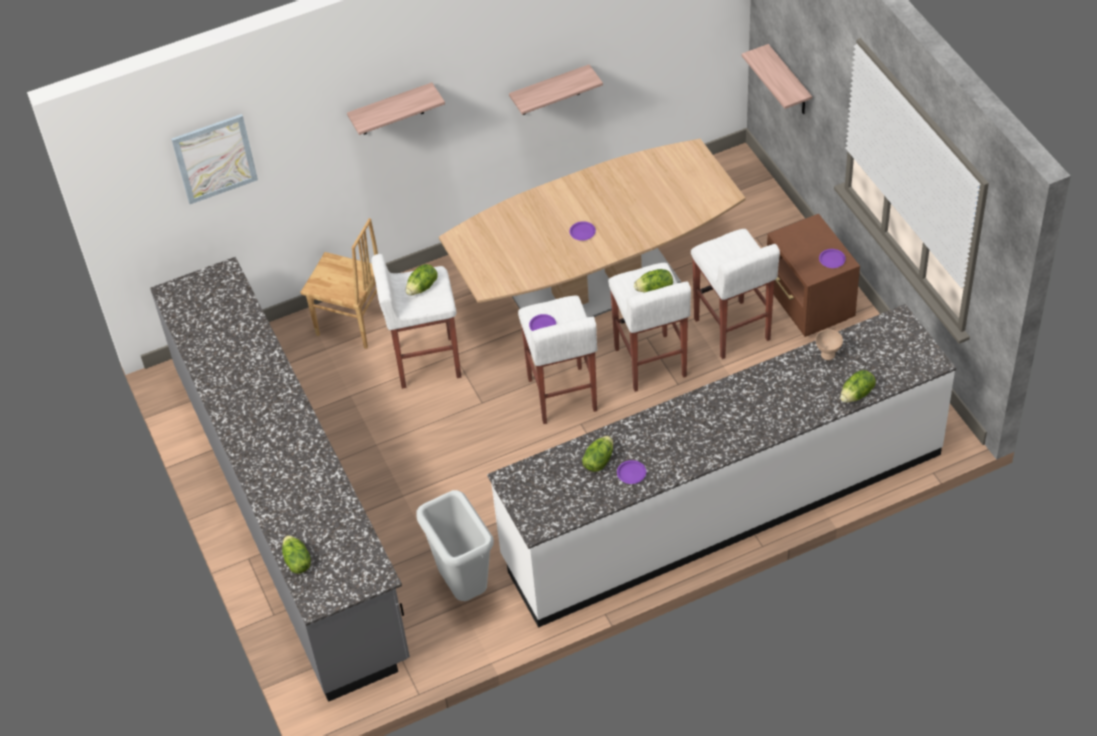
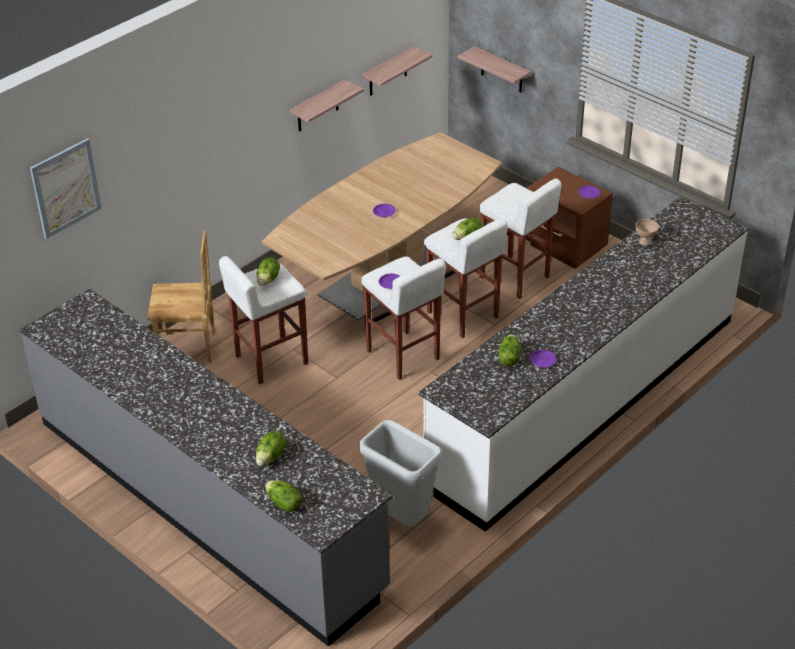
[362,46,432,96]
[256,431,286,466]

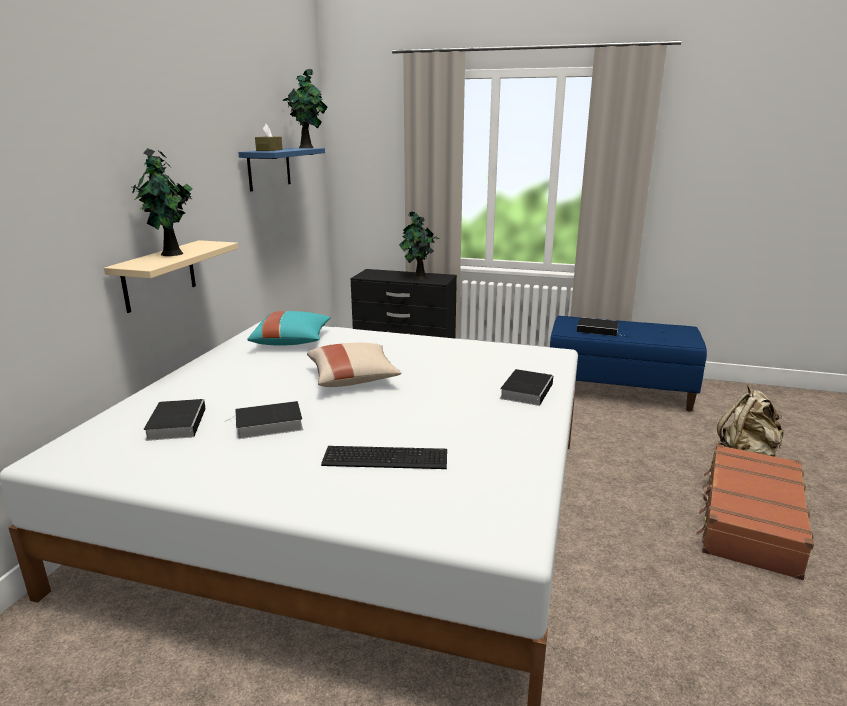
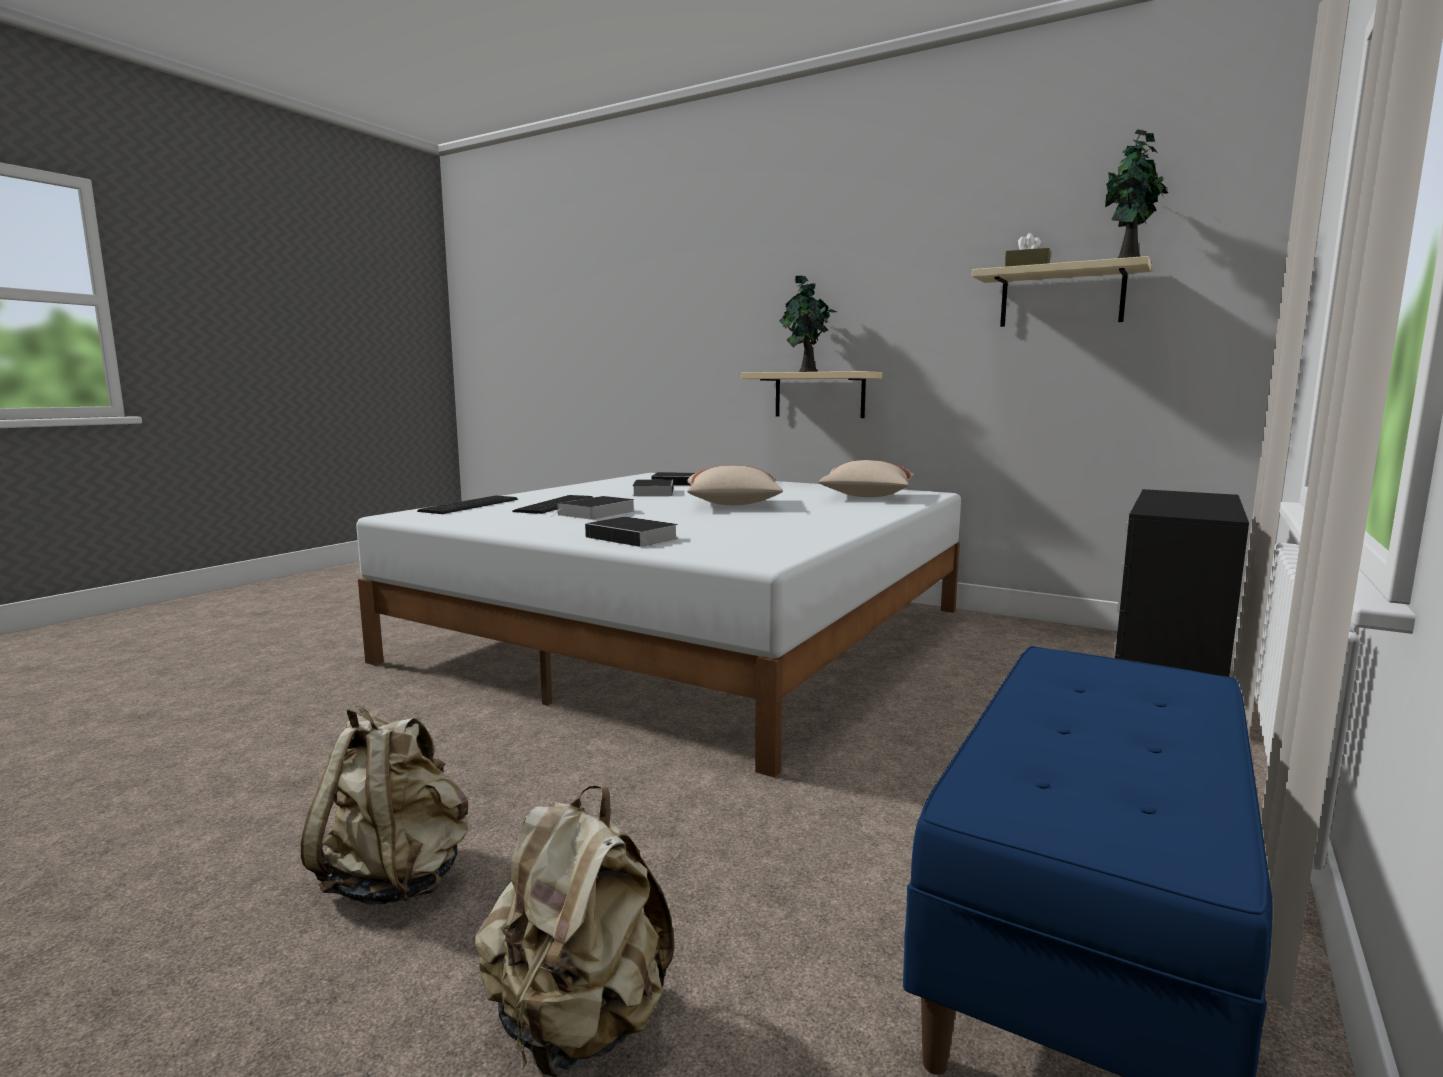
[399,212,440,280] (first image)
[417,496,518,514]
[552,496,635,520]
[301,705,468,905]
[972,256,1152,327]
[819,460,914,497]

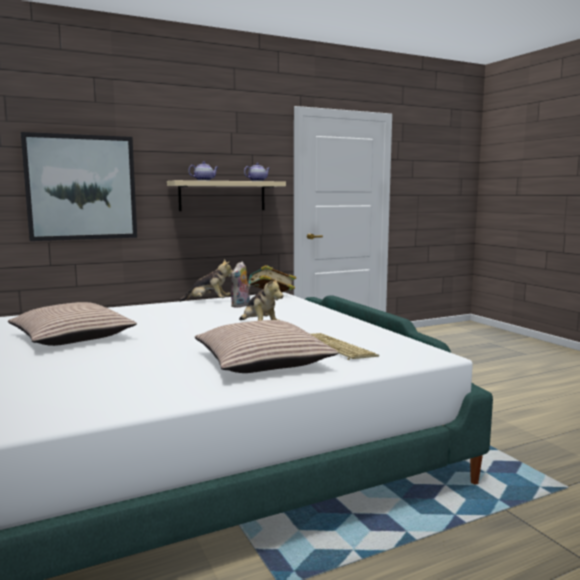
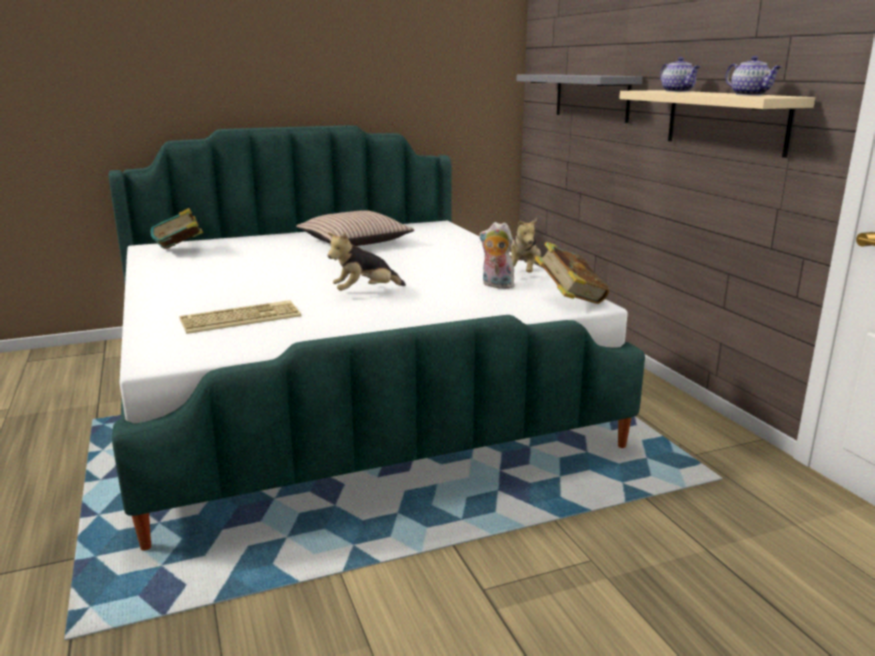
[195,320,338,373] (first image)
[151,208,203,249]
[516,74,643,123]

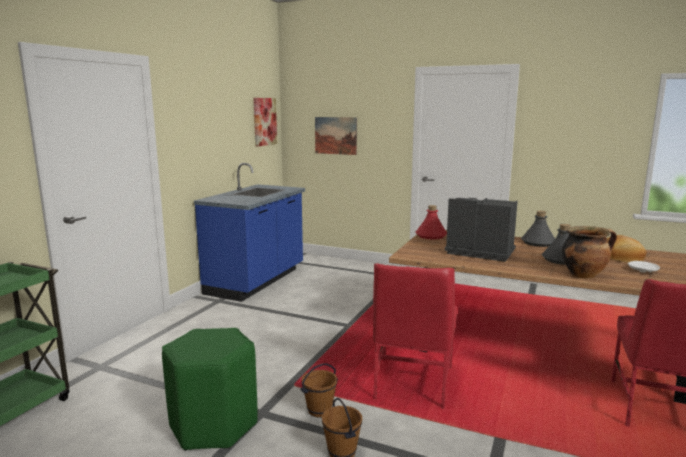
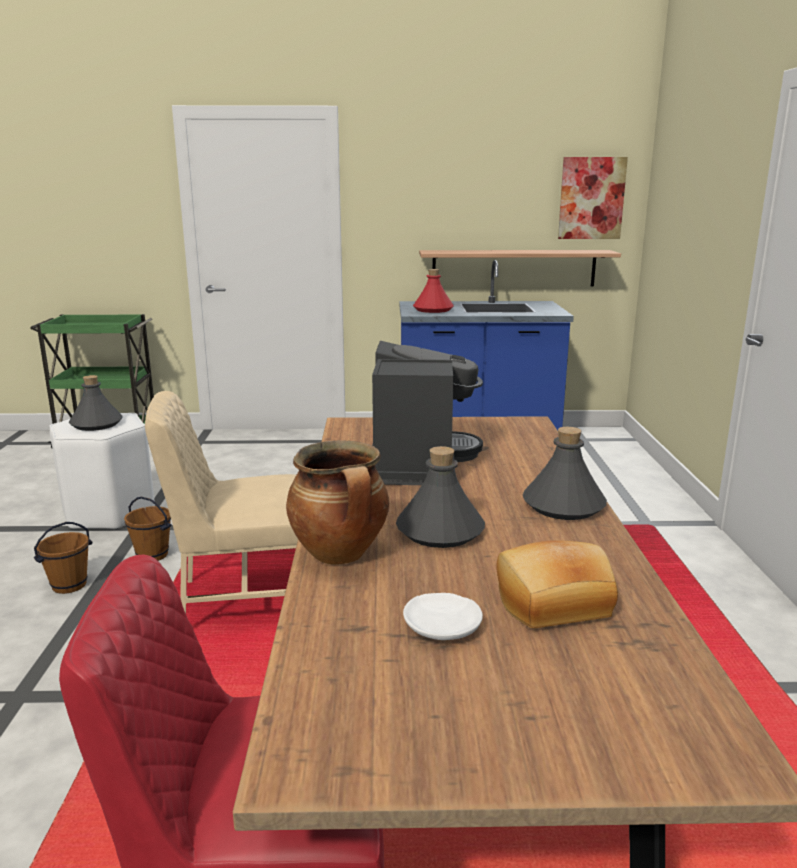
[315,117,357,155] (first image)
[69,375,123,431]
[419,250,621,286]
[413,269,454,313]
[50,413,155,530]
[145,391,298,613]

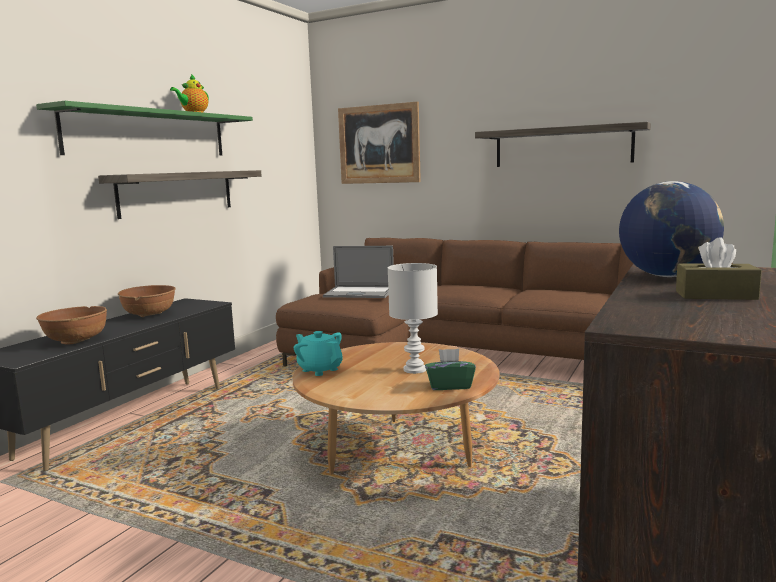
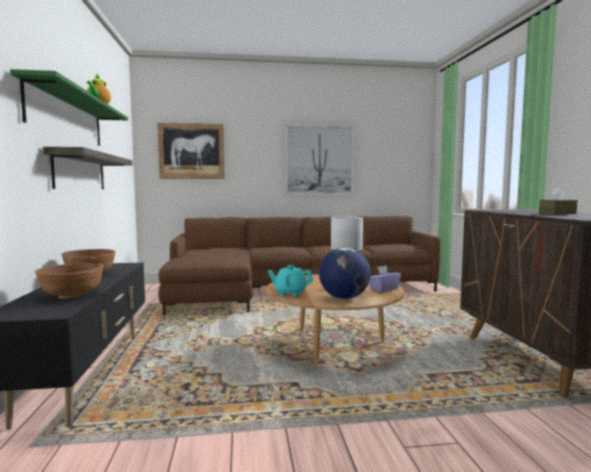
[323,246,394,298] (first image)
[319,248,371,299]
[286,124,354,194]
[369,265,401,292]

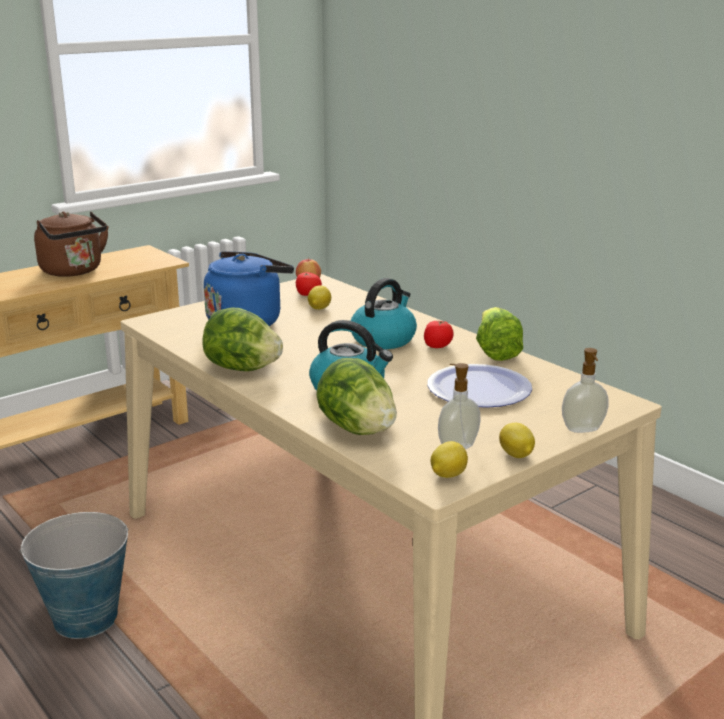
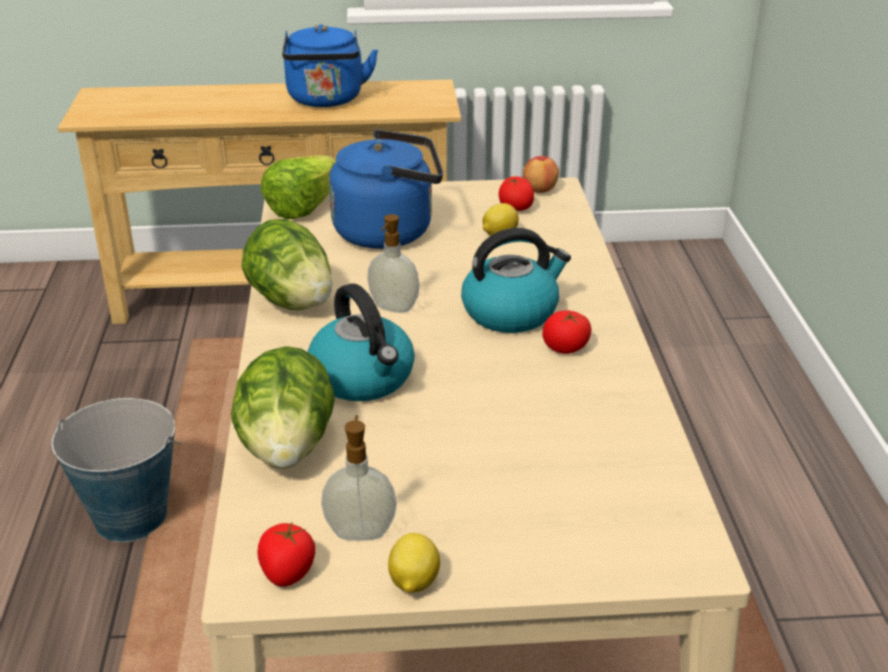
[427,364,532,408] (first image)
[261,155,336,219]
[367,214,420,313]
[257,521,315,587]
[282,24,378,107]

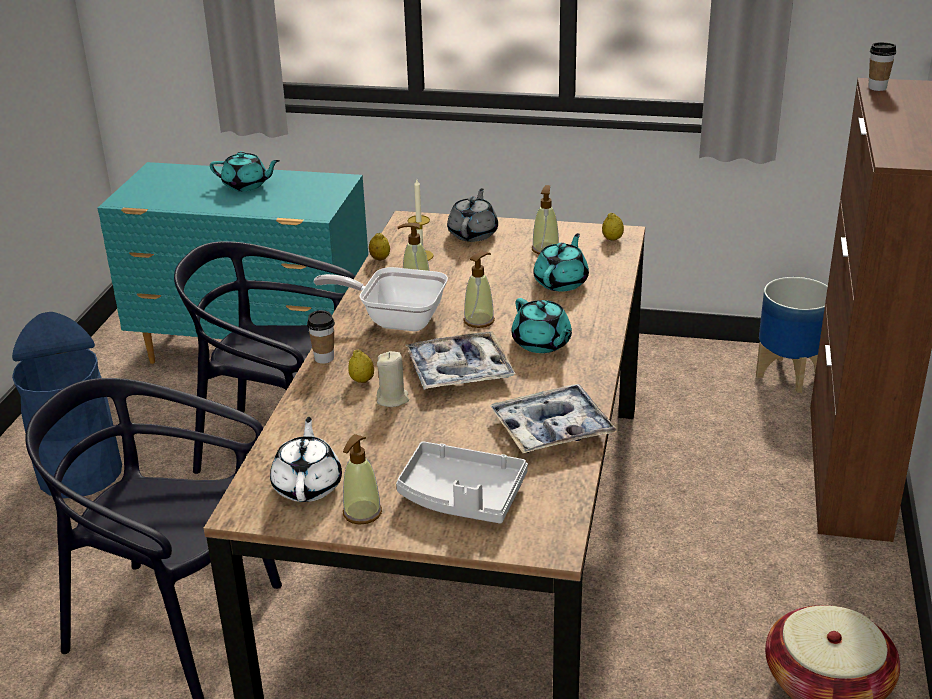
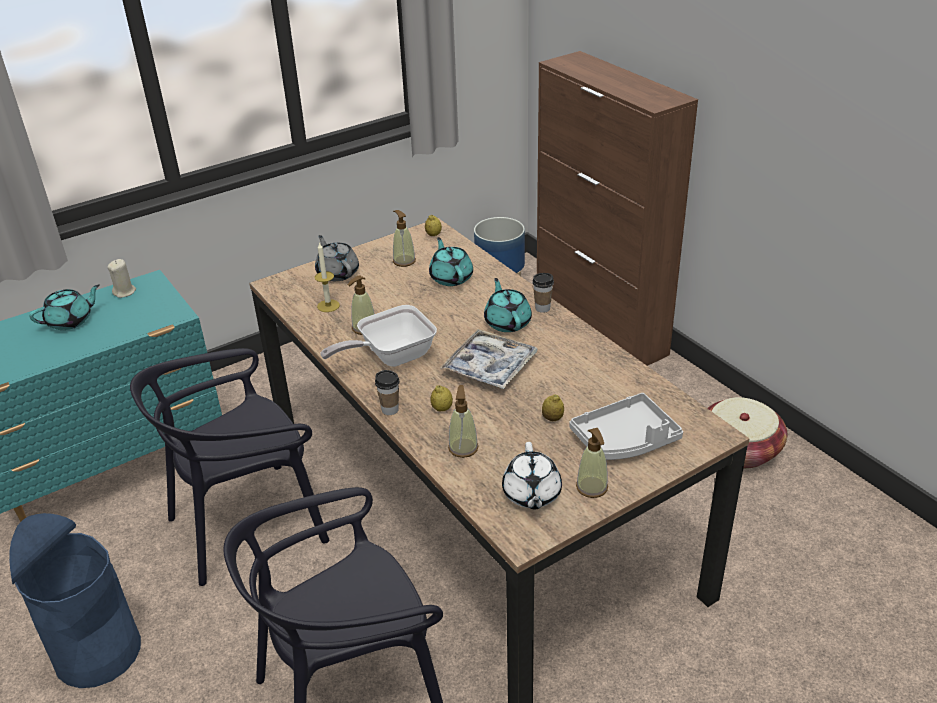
[490,384,618,453] (first image)
[542,394,564,421]
[108,259,136,298]
[448,385,479,458]
[533,273,554,313]
[502,442,562,510]
[484,278,532,332]

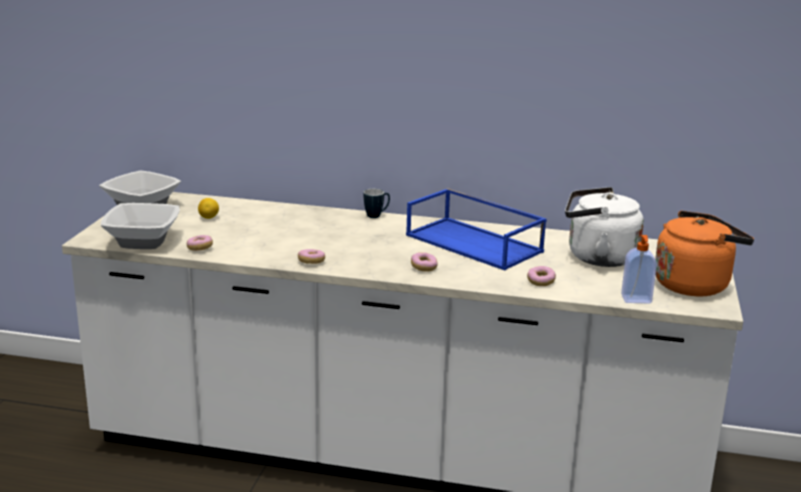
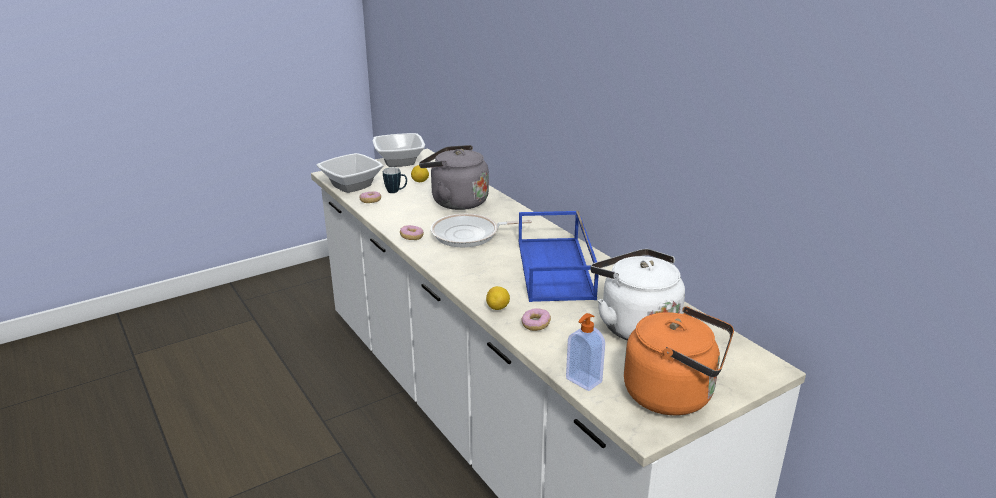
[411,252,438,272] (first image)
[419,145,489,210]
[431,214,532,248]
[486,286,510,310]
[383,168,407,193]

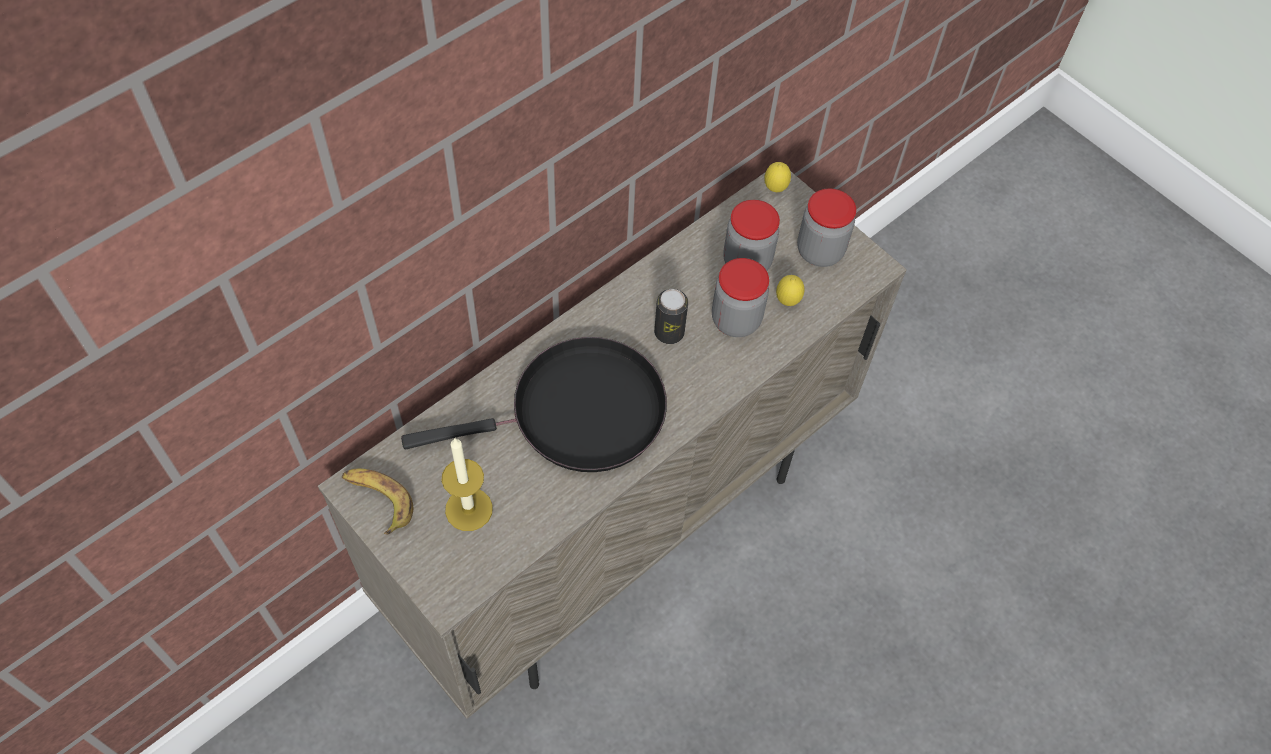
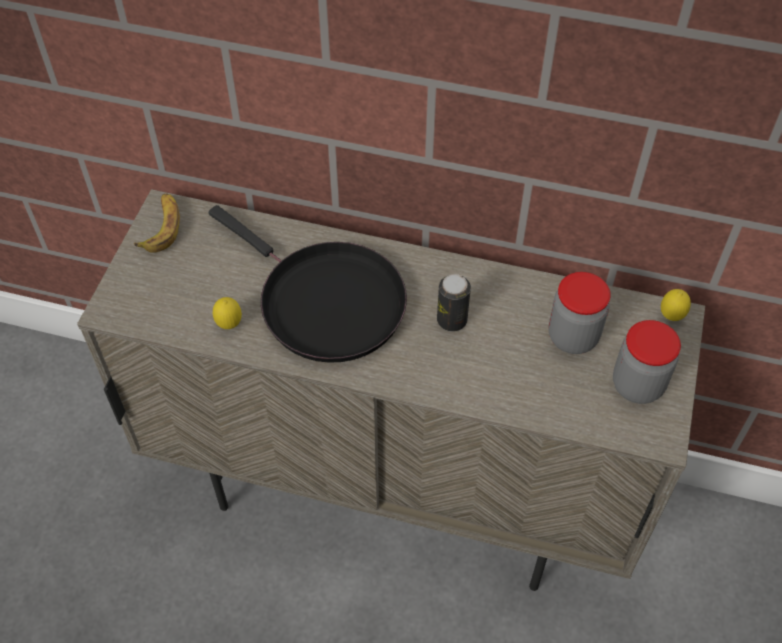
[442,438,493,531] (first image)
[712,258,769,337] (first image)
[213,297,242,329]

